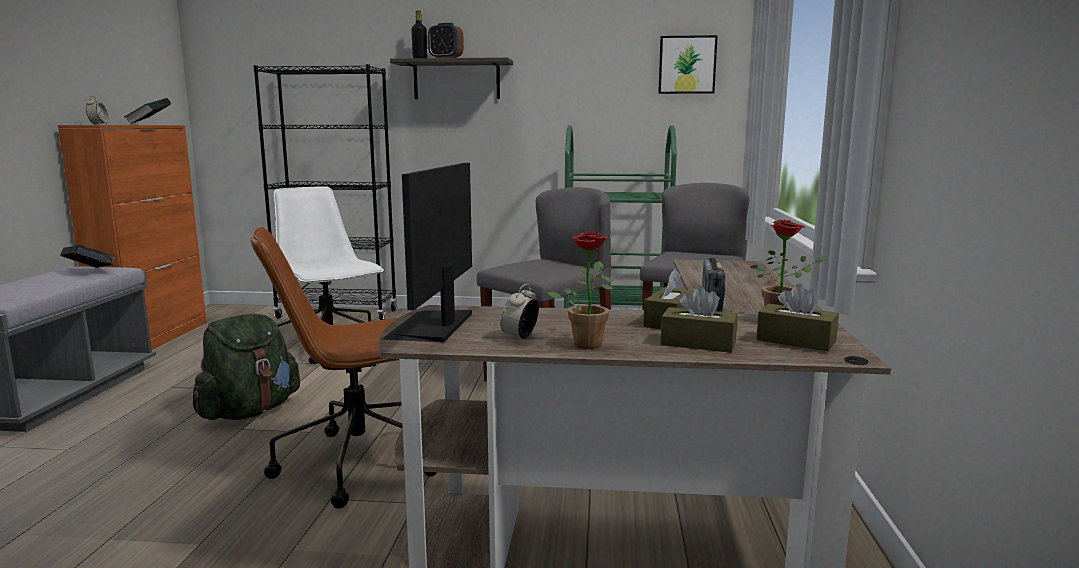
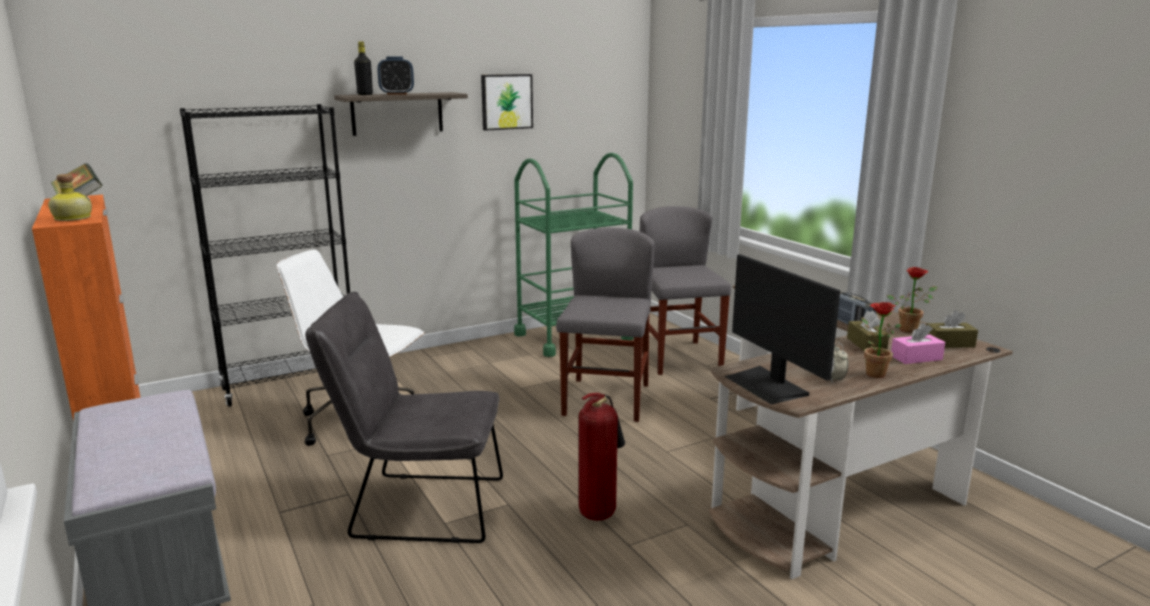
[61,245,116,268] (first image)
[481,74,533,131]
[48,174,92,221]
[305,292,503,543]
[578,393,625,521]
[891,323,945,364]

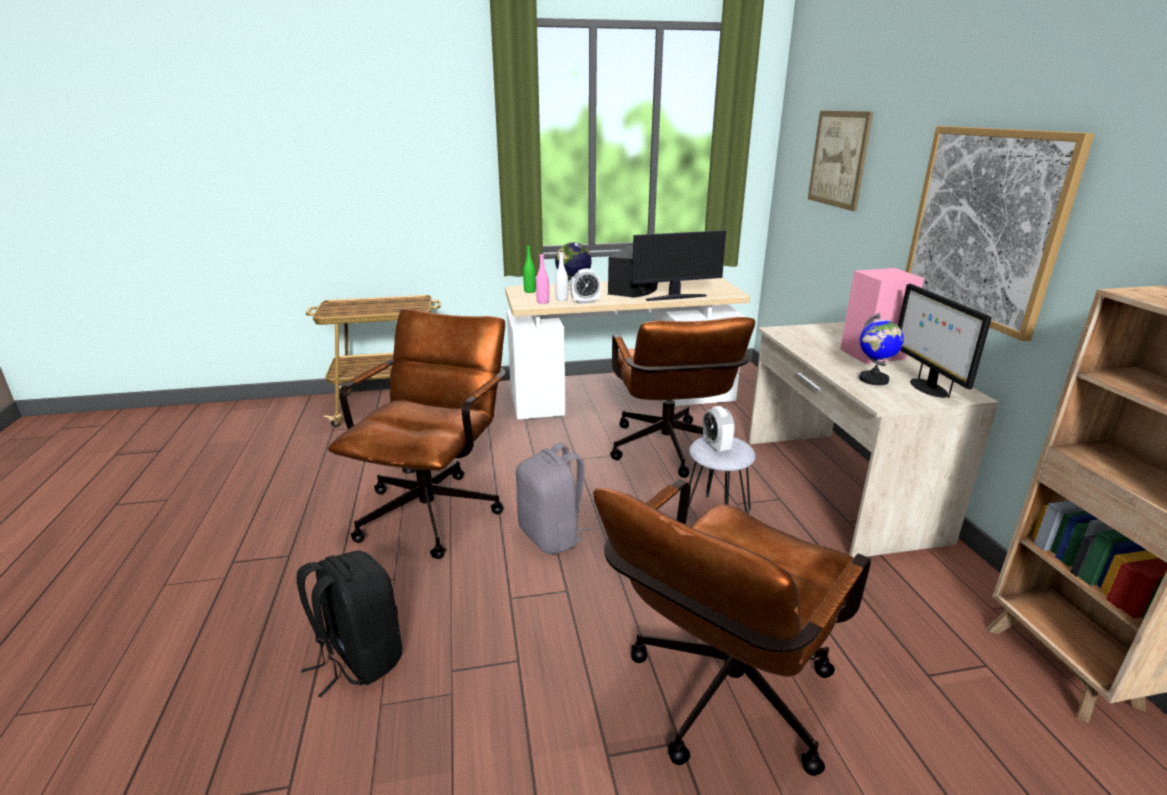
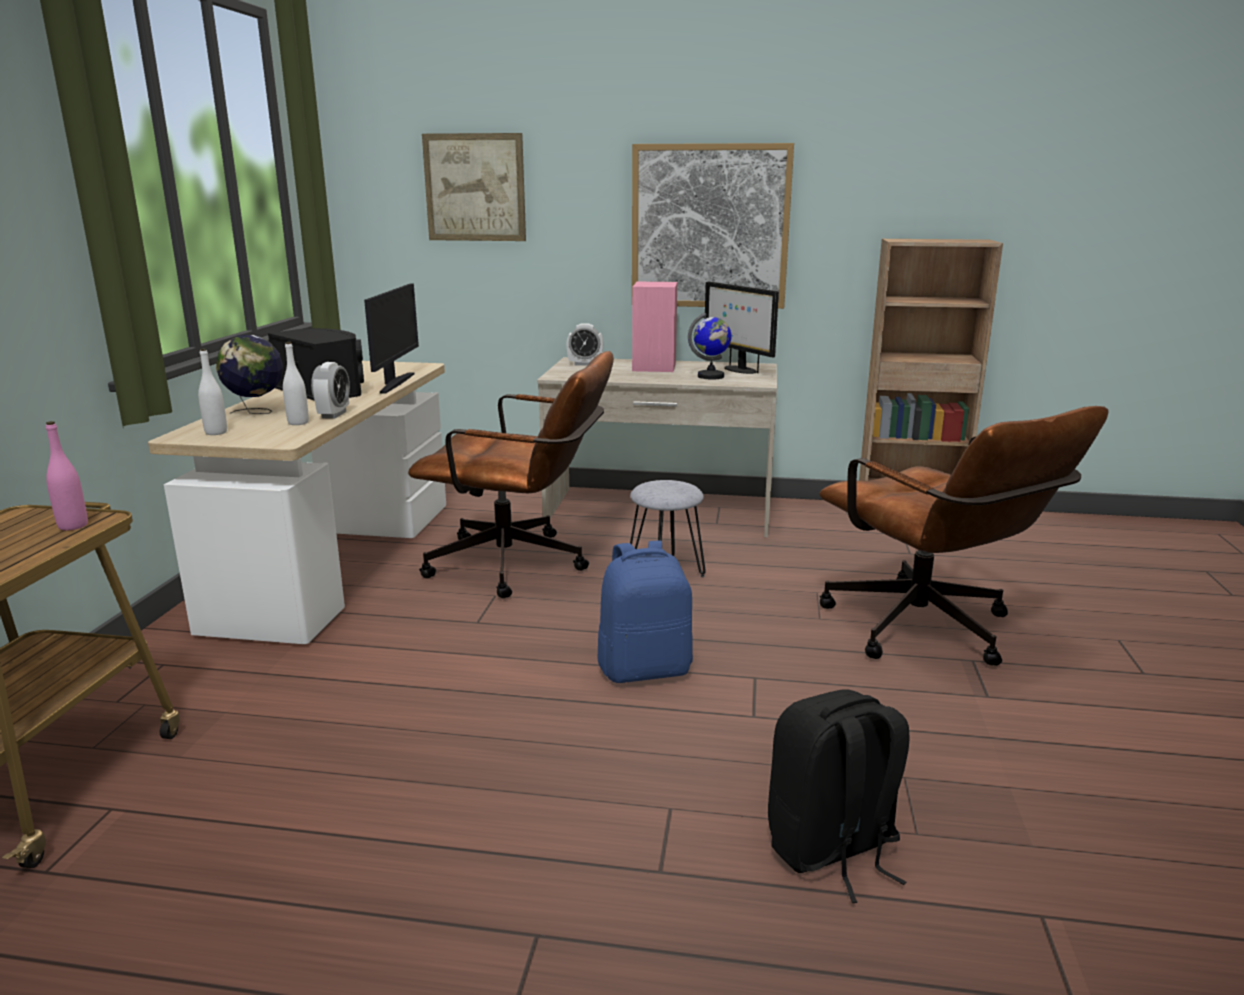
[328,309,505,559] (first image)
[46,421,88,530]
[567,323,603,366]
[597,540,693,683]
[198,348,227,435]
[705,282,779,374]

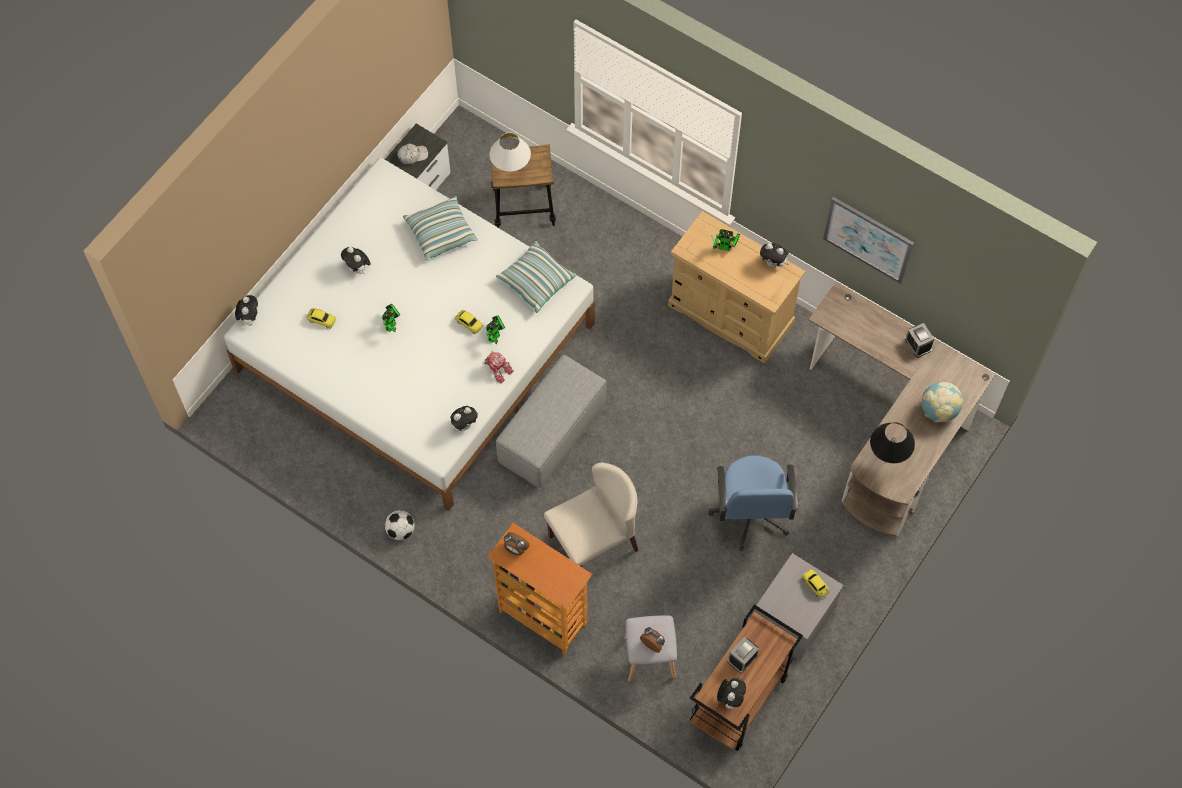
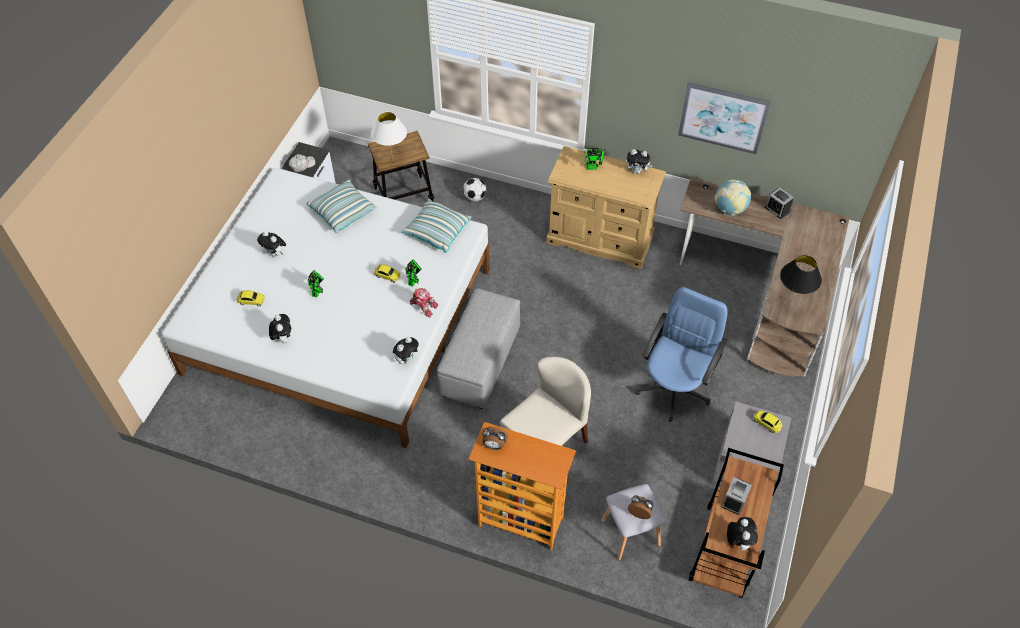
[269,314,291,343]
[463,178,486,201]
[715,179,751,216]
[635,287,728,422]

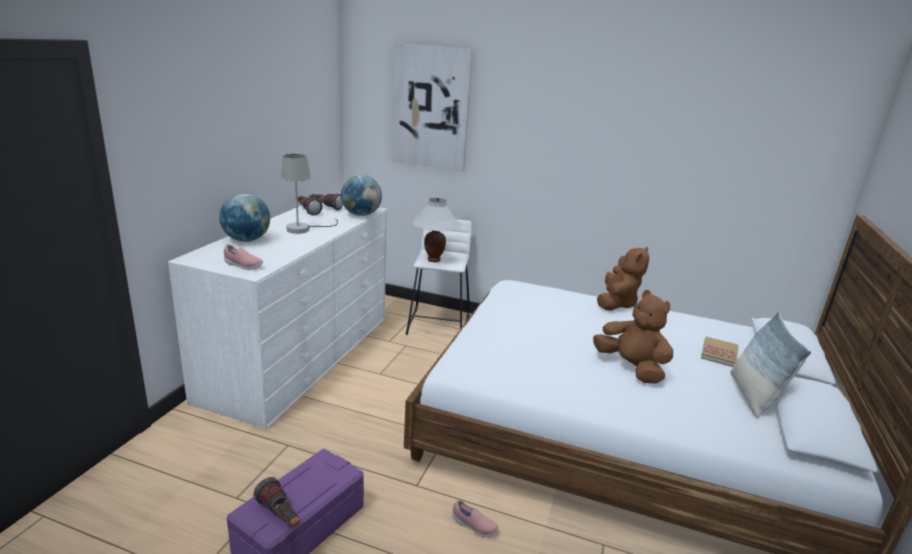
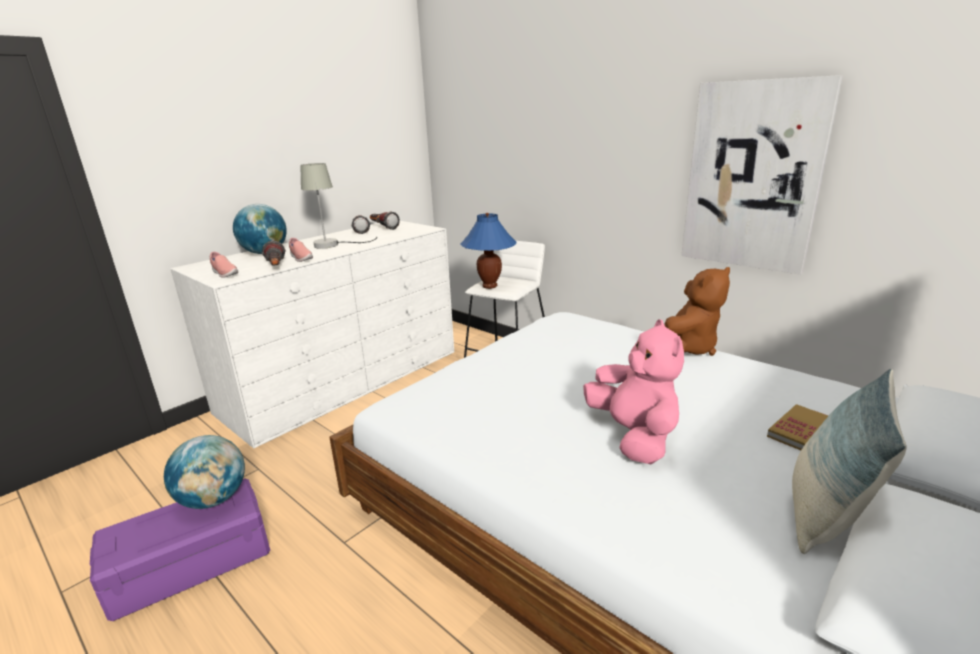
[262,241,286,265]
[164,435,245,509]
[681,75,843,275]
[289,238,313,262]
[460,213,516,289]
[583,319,684,464]

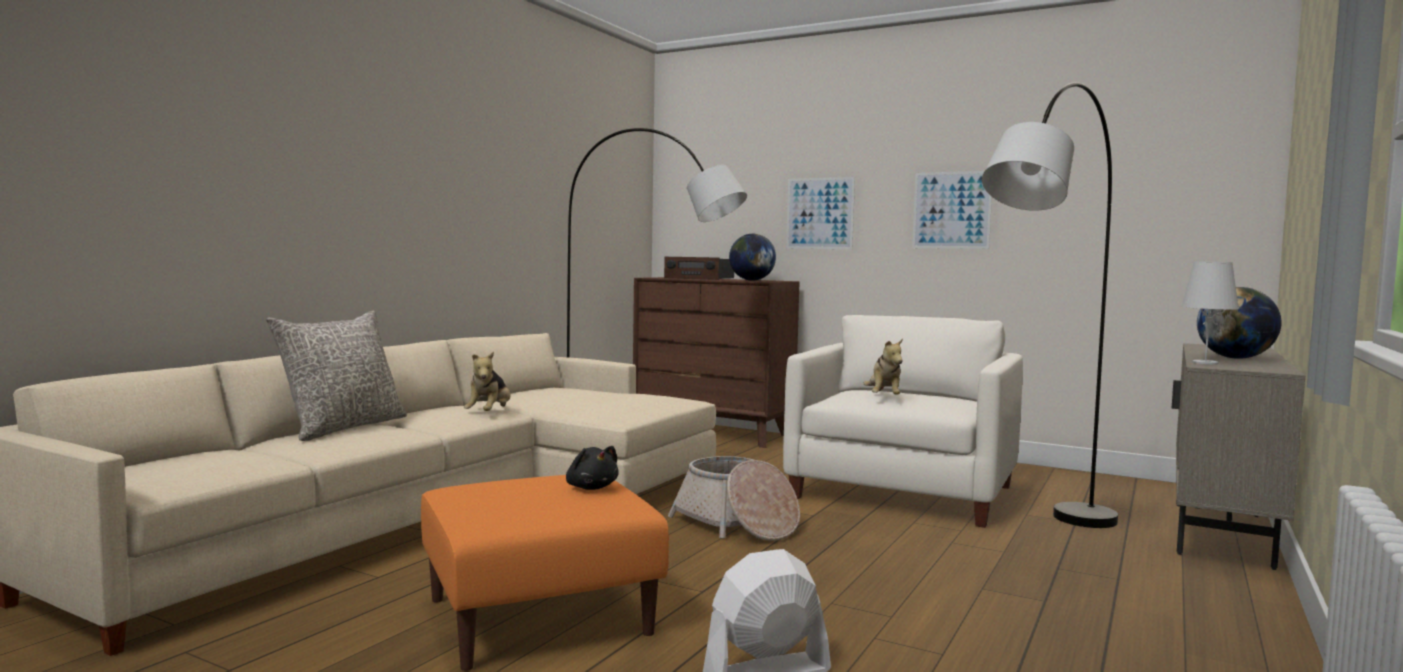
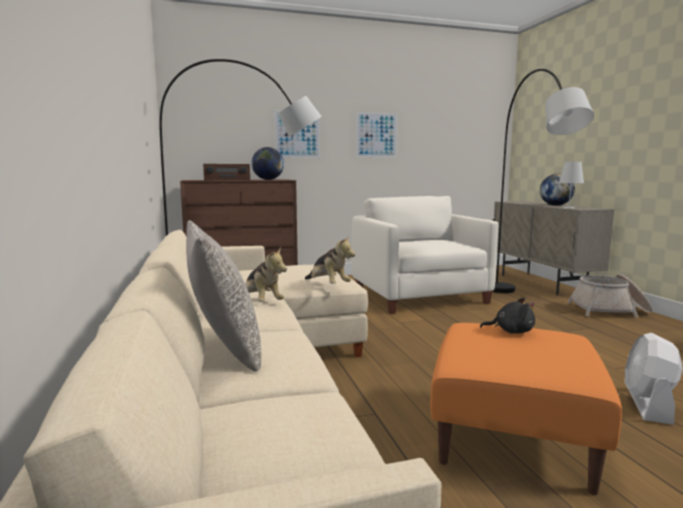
[568,274,653,318]
[305,236,355,284]

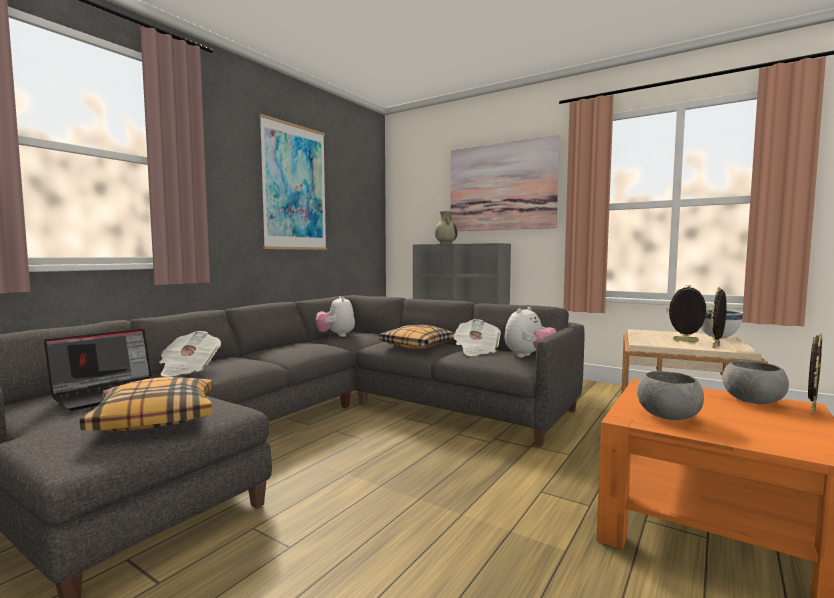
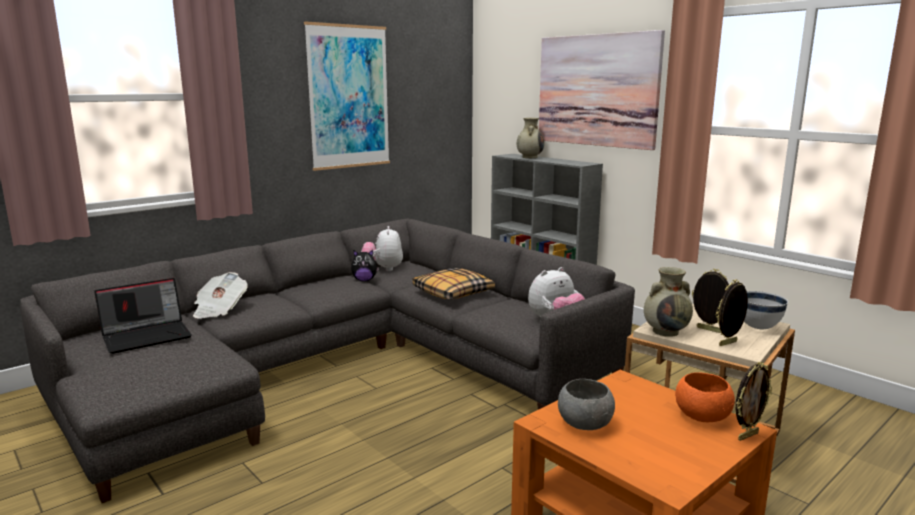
[80,377,213,431] (first image)
[453,319,501,356] (first image)
[351,250,379,281]
[644,267,693,337]
[675,372,735,422]

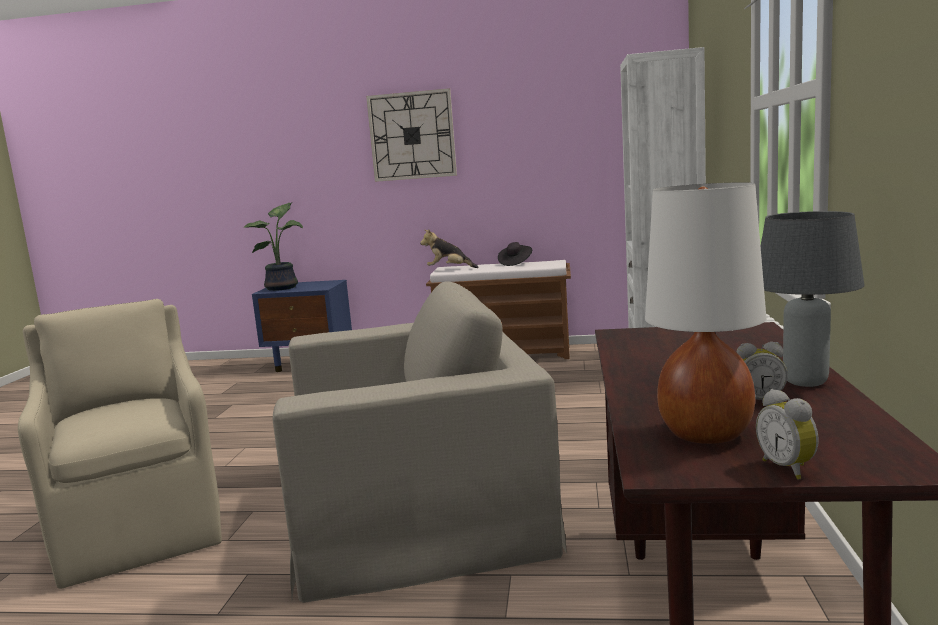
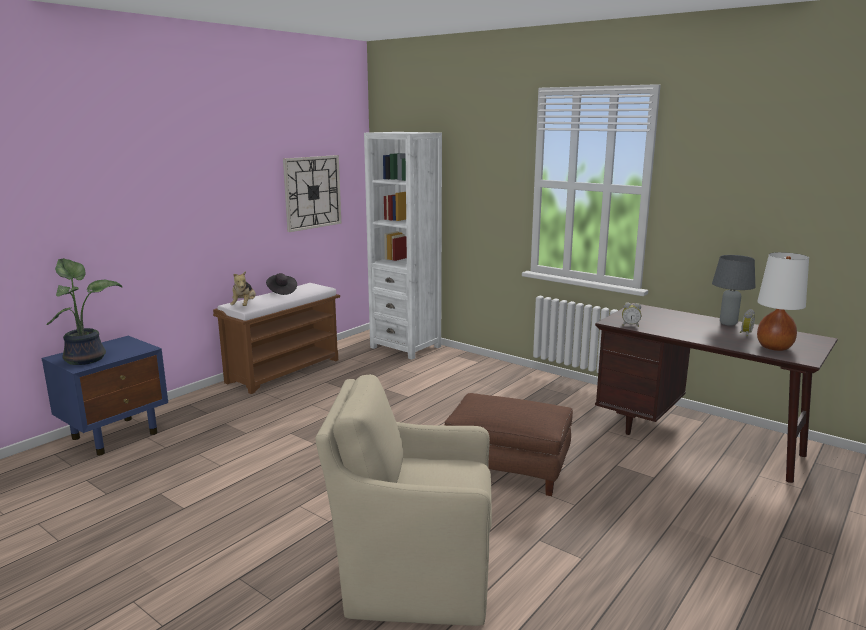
[283,155,341,232]
[622,303,641,327]
[445,393,573,496]
[230,271,256,306]

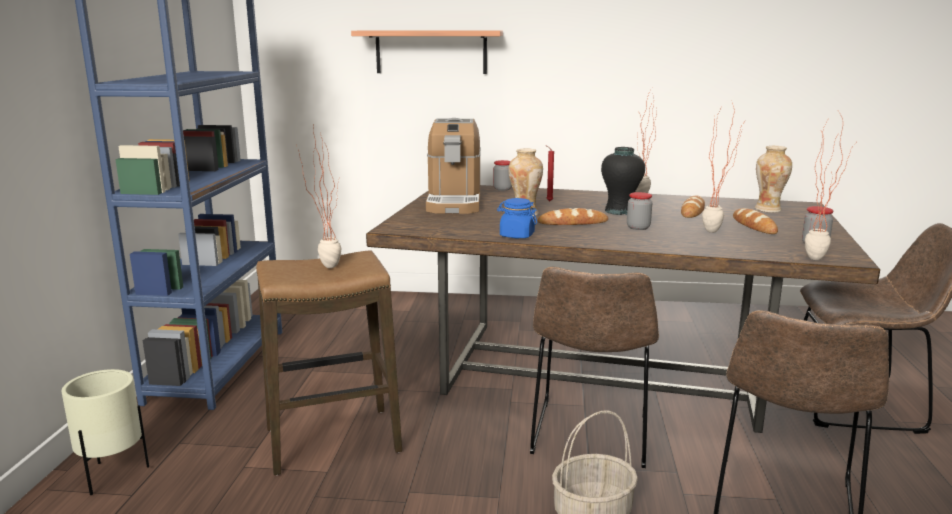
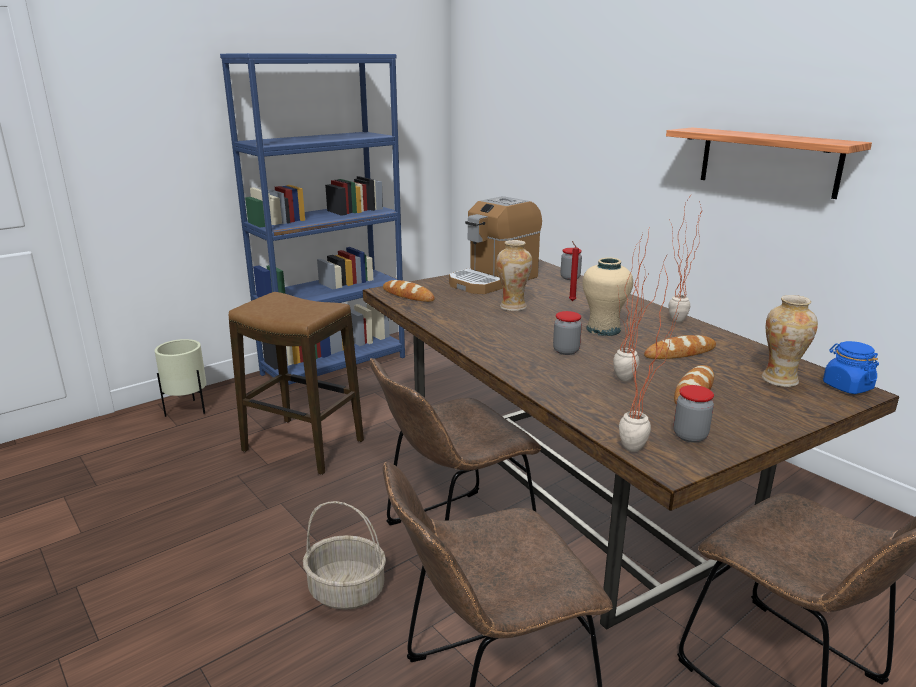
[298,124,342,268] (first image)
[666,127,872,199]
[823,341,879,394]
[383,280,435,302]
[583,257,633,336]

